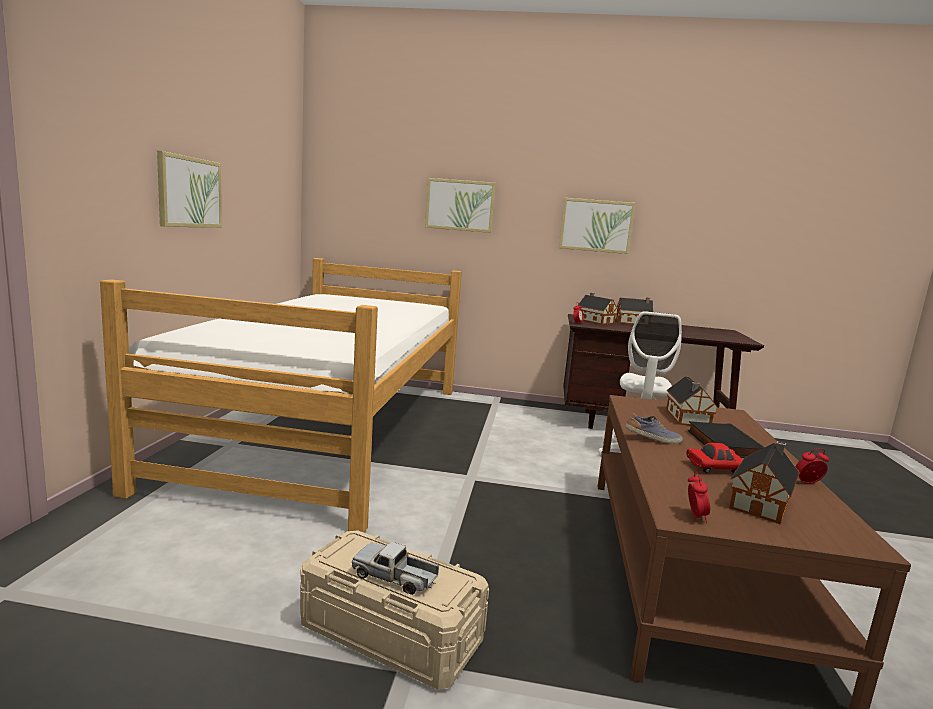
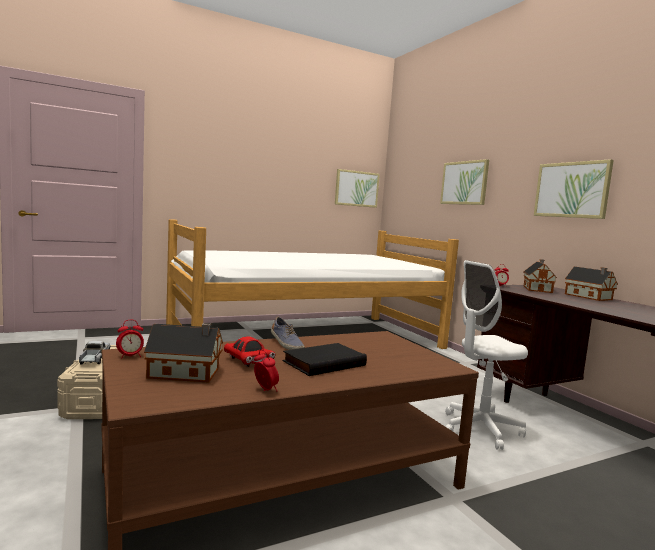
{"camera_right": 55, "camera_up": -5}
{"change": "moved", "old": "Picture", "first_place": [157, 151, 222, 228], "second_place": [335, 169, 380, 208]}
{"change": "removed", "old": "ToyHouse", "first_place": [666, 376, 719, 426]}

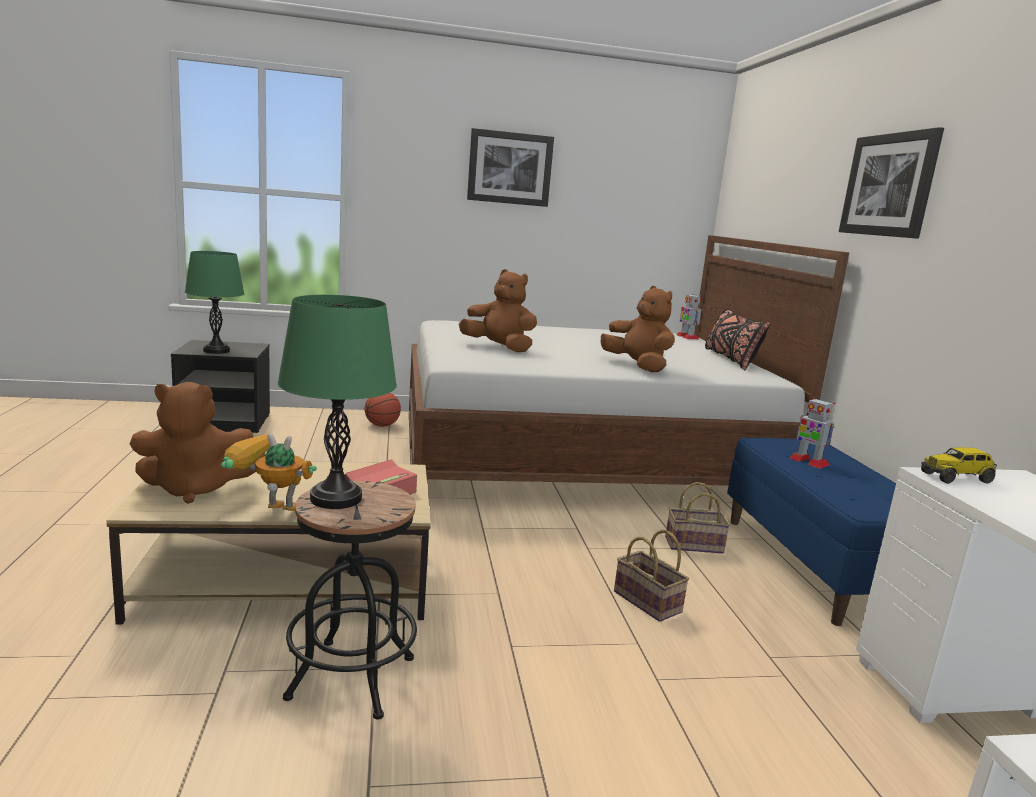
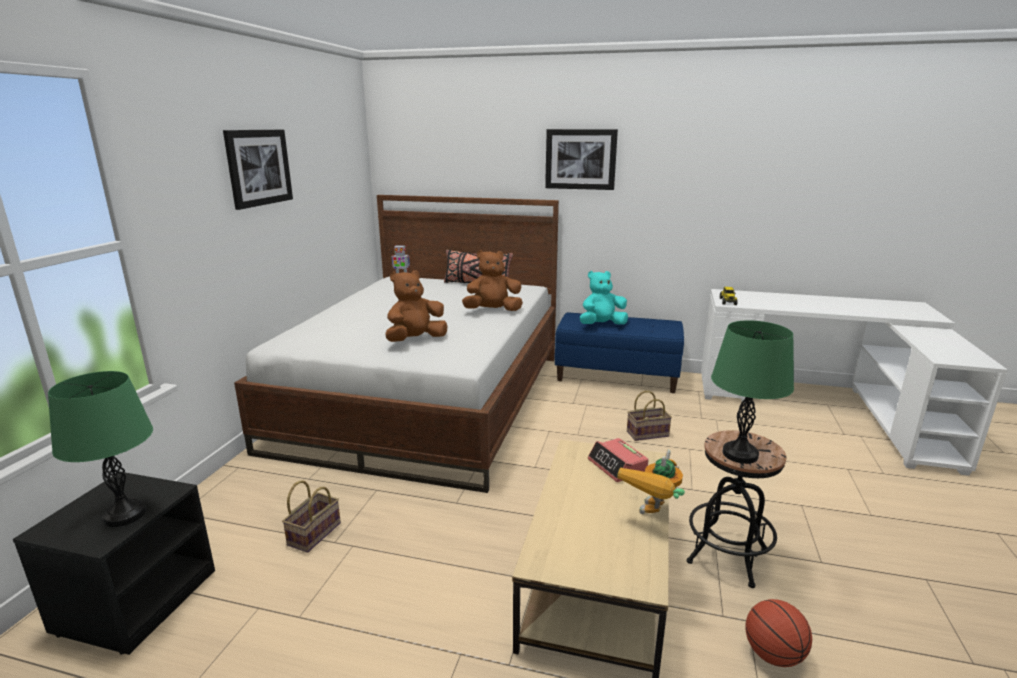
{"camera_right": -65, "camera_up": 5}
{"change": "moved", "old": "Basket", "first_place": [665, 482, 730, 554], "second_place": [282, 480, 341, 553]}
{"change": "replaced", "old": "ToyRobot", "new": "TurquoisePlushToy", "first_place": [789, 397, 835, 469], "second_place": [580, 271, 628, 325]}
{"change": "moved", "old": "Basketball", "first_place": [364, 393, 401, 427], "second_place": [745, 599, 812, 667]}
{"change": "removed", "old": "BrownPlushToy", "first_place": [129, 382, 266, 504]}

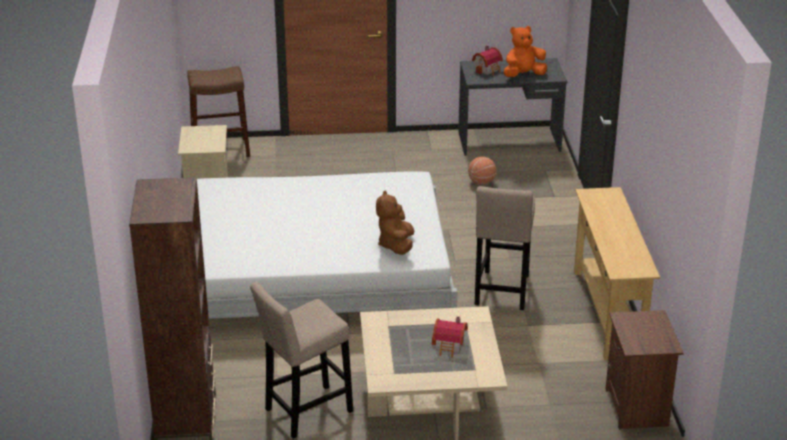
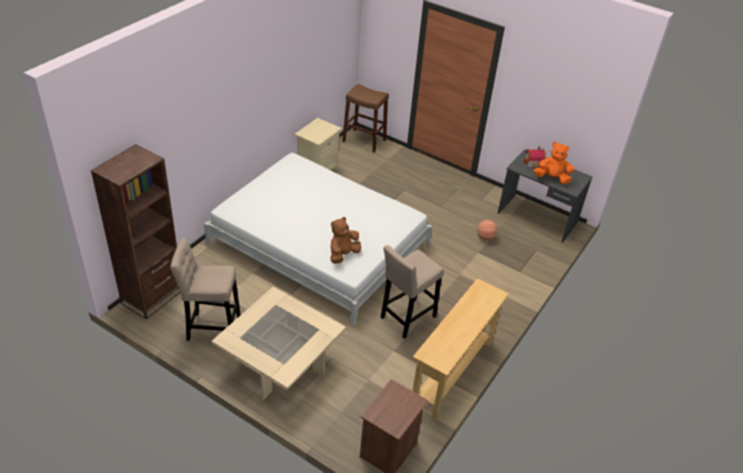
{"camera_right": 35, "camera_up": 10}
{"change": "removed", "old": "ToyHouse", "first_place": [432, 316, 468, 358]}

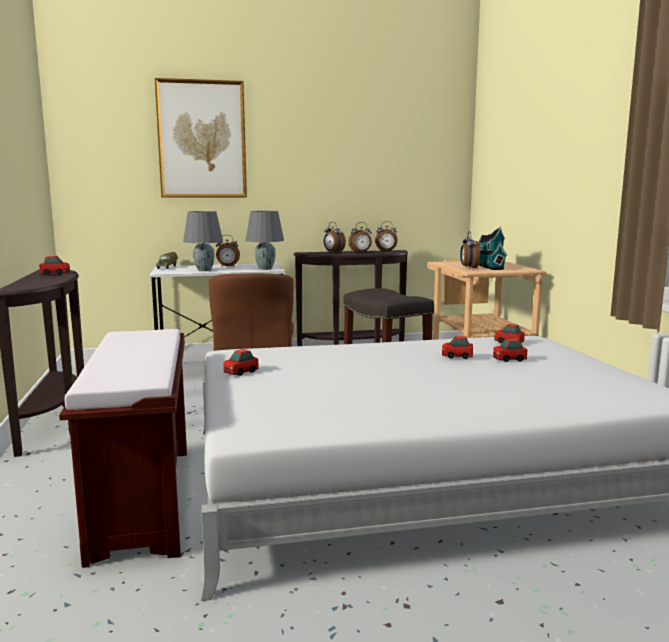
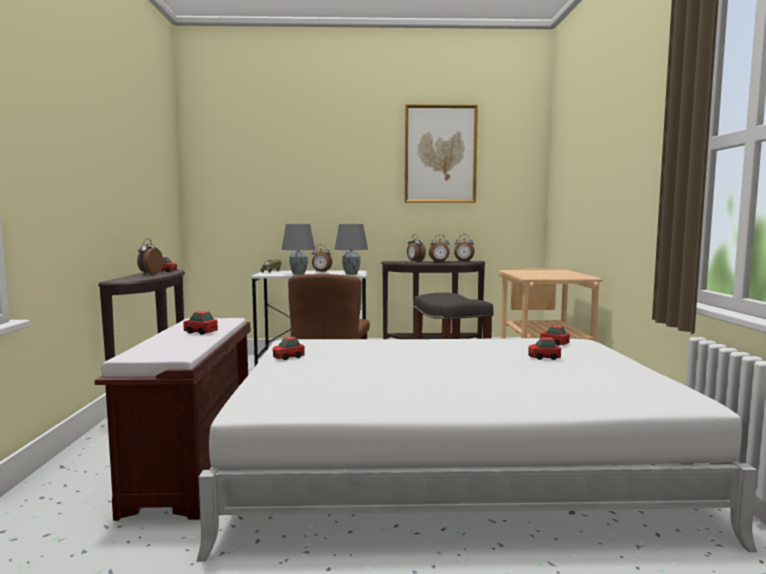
{"camera_right": 10, "camera_up": -5}
{"change": "moved", "old": "AlarmClock", "first_place": [460, 231, 480, 269], "second_place": [137, 239, 163, 274]}
{"change": "moved", "old": "ToyCar", "first_place": [442, 336, 473, 359], "second_place": [183, 311, 218, 335]}
{"change": "moved", "old": "Picture", "first_place": [155, 78, 247, 198], "second_place": [405, 104, 478, 203]}
{"change": "removed", "old": "ToyHouse", "first_place": [478, 227, 507, 270]}

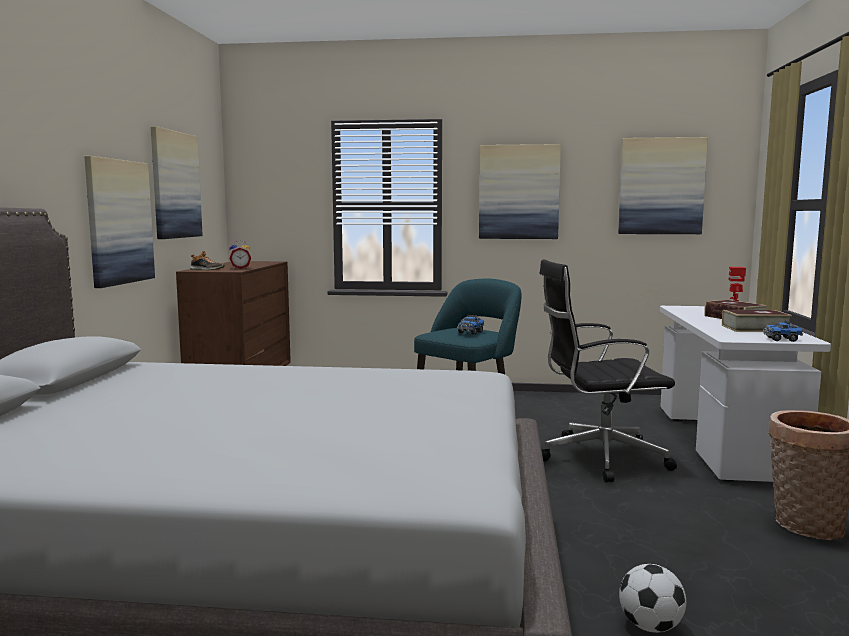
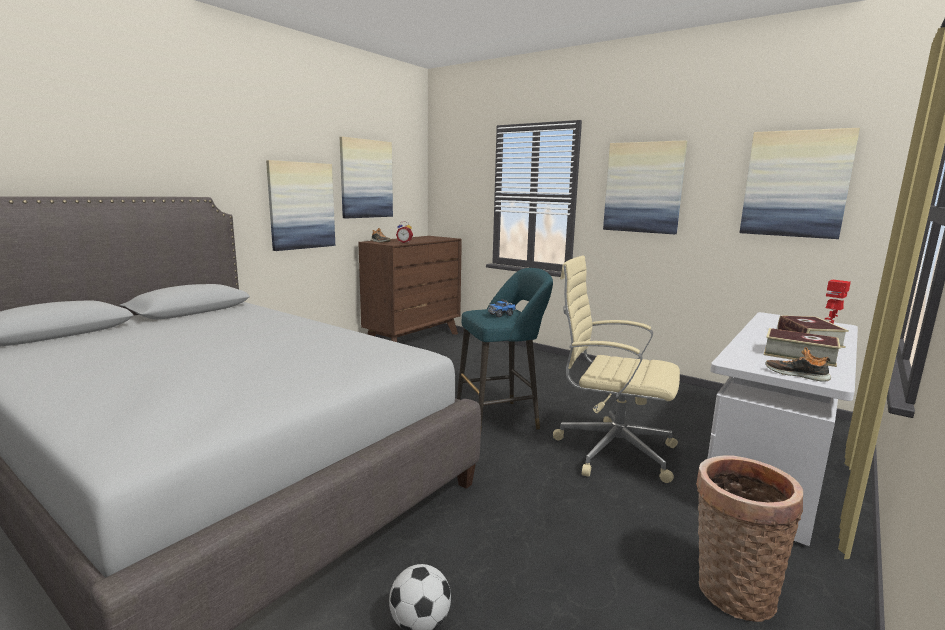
{"camera_right": 30, "camera_up": 5}
{"change": "recoloured", "old": "BlackOfficeChair", "new": "BeigeOfficeChair", "first_place": [539, 259, 677, 482], "second_place": [553, 255, 680, 483]}
{"change": "replaced", "old": "ToyTruck", "new": "Shoe", "first_place": [763, 320, 803, 342], "second_place": [765, 347, 831, 382]}

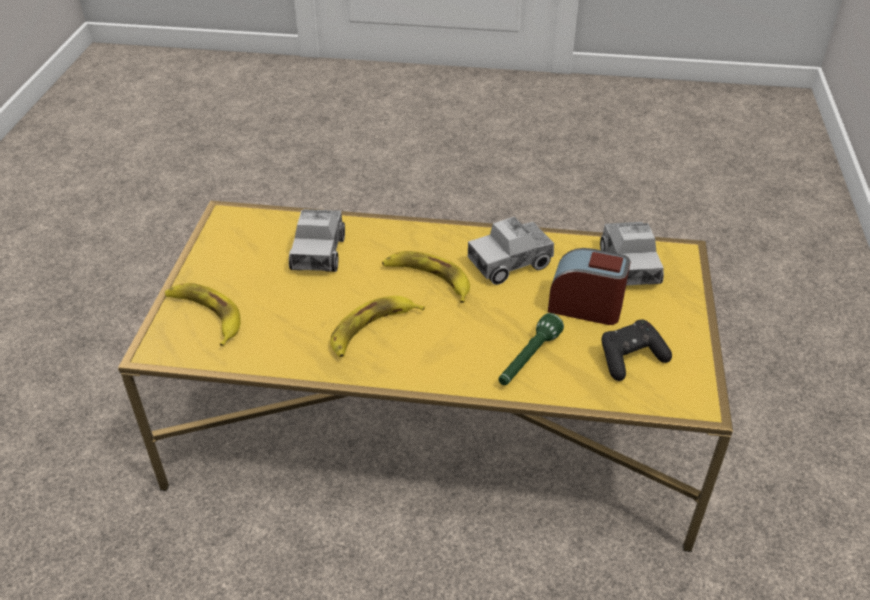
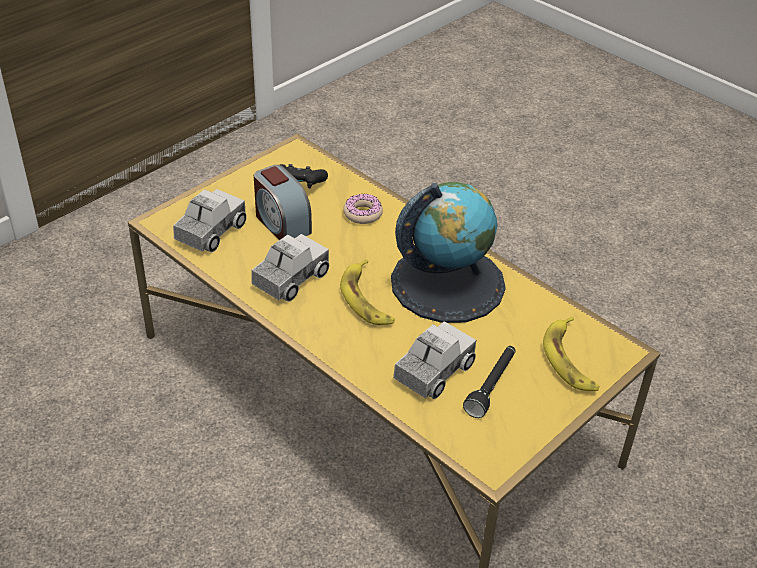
{"camera_right": -145, "camera_up": 0}
{"change": "turned", "old": "ToyTruck", "first_place": [468, 217, 554, 285], "second_place": [251, 234, 329, 302], "degrees": -60}
{"change": "replaced", "old": "GreenFlashlight", "new": "Donut", "first_place": [499, 313, 564, 385], "second_place": [343, 194, 383, 224]}
{"change": "replaced", "old": "Banana", "new": "Globe", "first_place": [330, 296, 425, 357], "second_place": [391, 182, 506, 323]}
{"change": "added", "new": "BlackFlashlight", "second_place": [463, 346, 515, 418]}

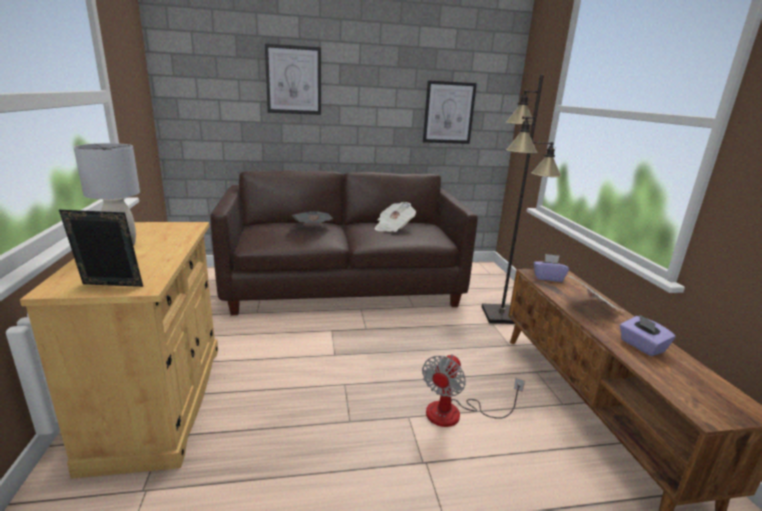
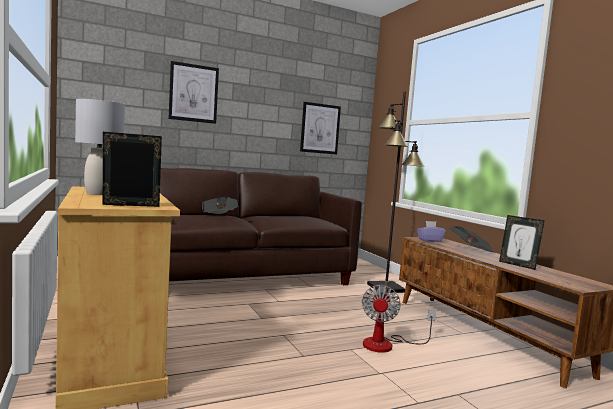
{"camera_right": -15, "camera_up": -15}
{"change": "replaced", "old": "PurpleTissueBox", "new": "PictureFrame", "first_place": [620, 314, 675, 356], "second_place": [499, 215, 545, 270]}
{"change": "removed", "old": "Newspaper", "first_place": [374, 202, 416, 232]}

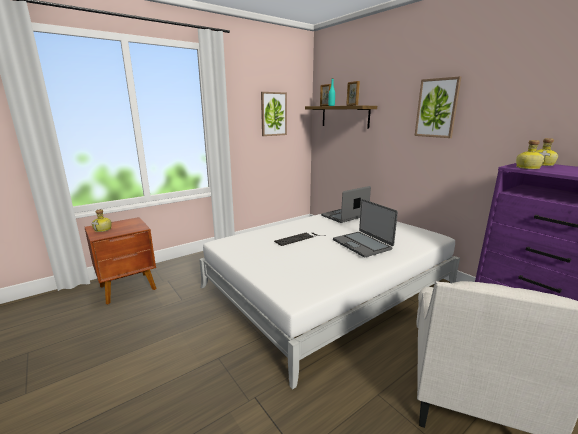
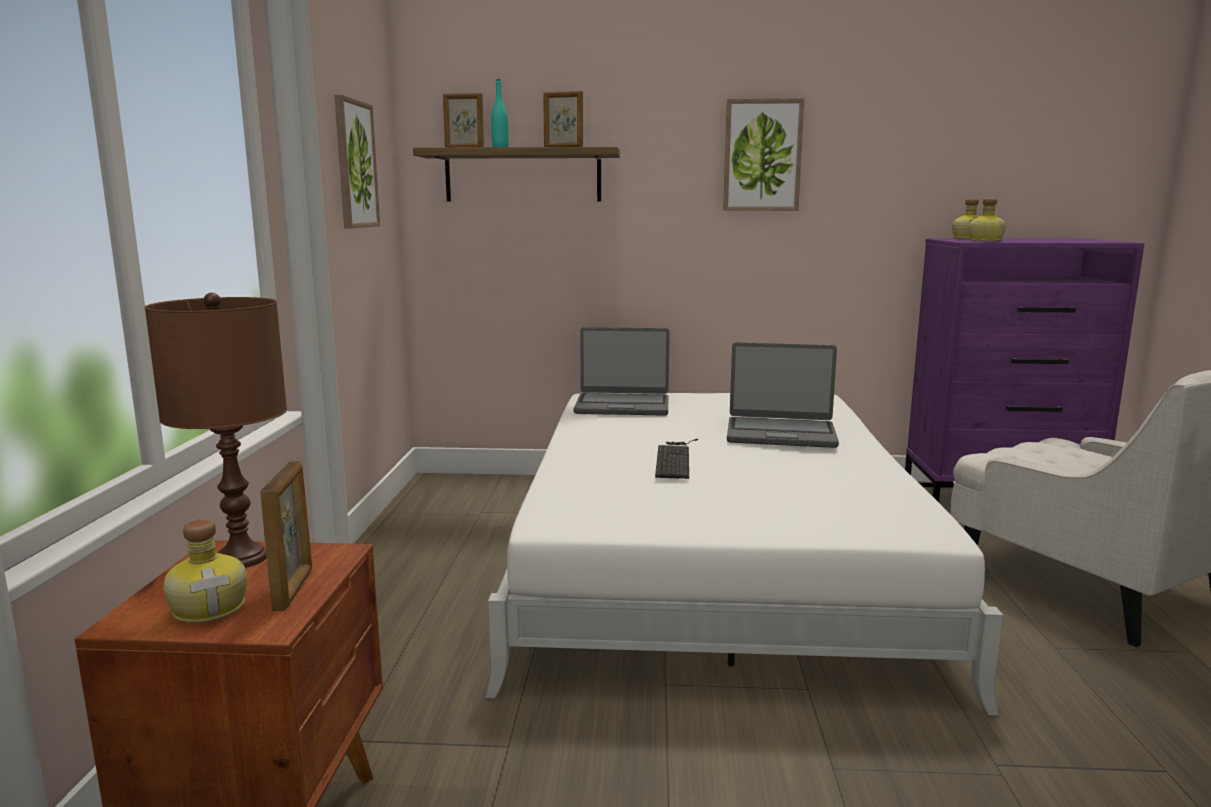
{"camera_right": -50, "camera_up": -5}
{"change": "added", "new": "BrownTableLamp", "second_place": [145, 293, 287, 568]}
{"change": "added", "new": "PictureFrame", "second_place": [260, 461, 312, 611]}
{"change": "turned", "old": "Laptop", "first_place": [321, 186, 371, 223], "second_place": [574, 327, 670, 416], "degrees": -90}

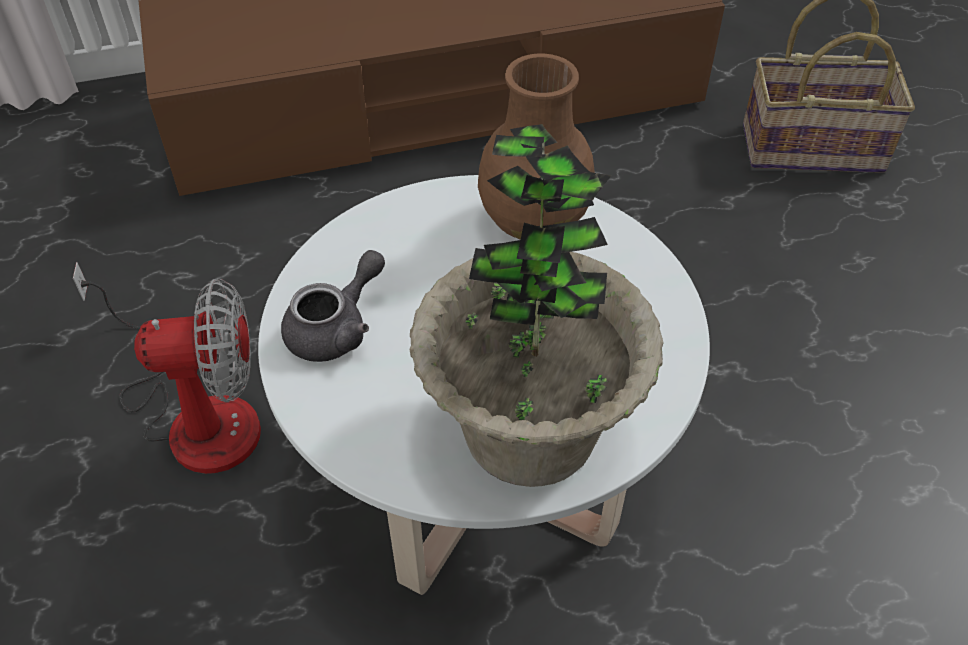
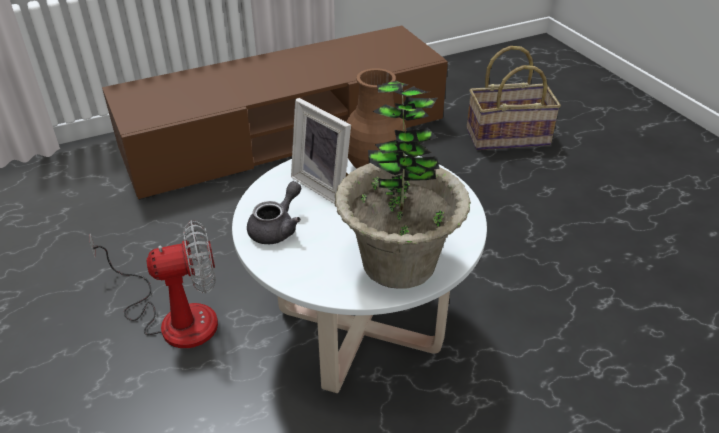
{"camera_right": -10, "camera_up": -10}
{"change": "added", "new": "PictureFrame", "second_place": [291, 98, 351, 204]}

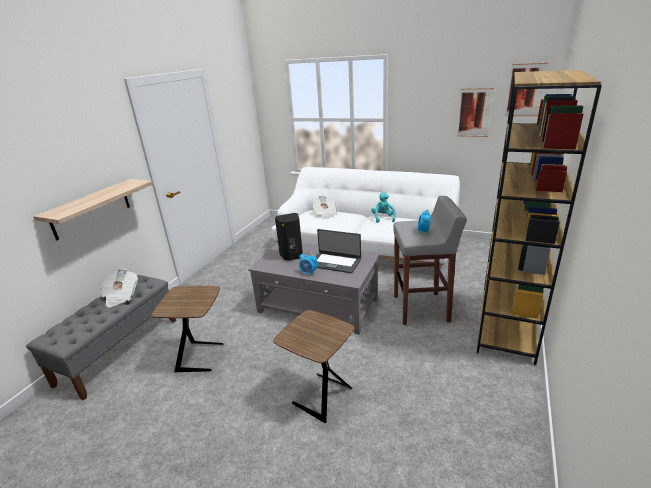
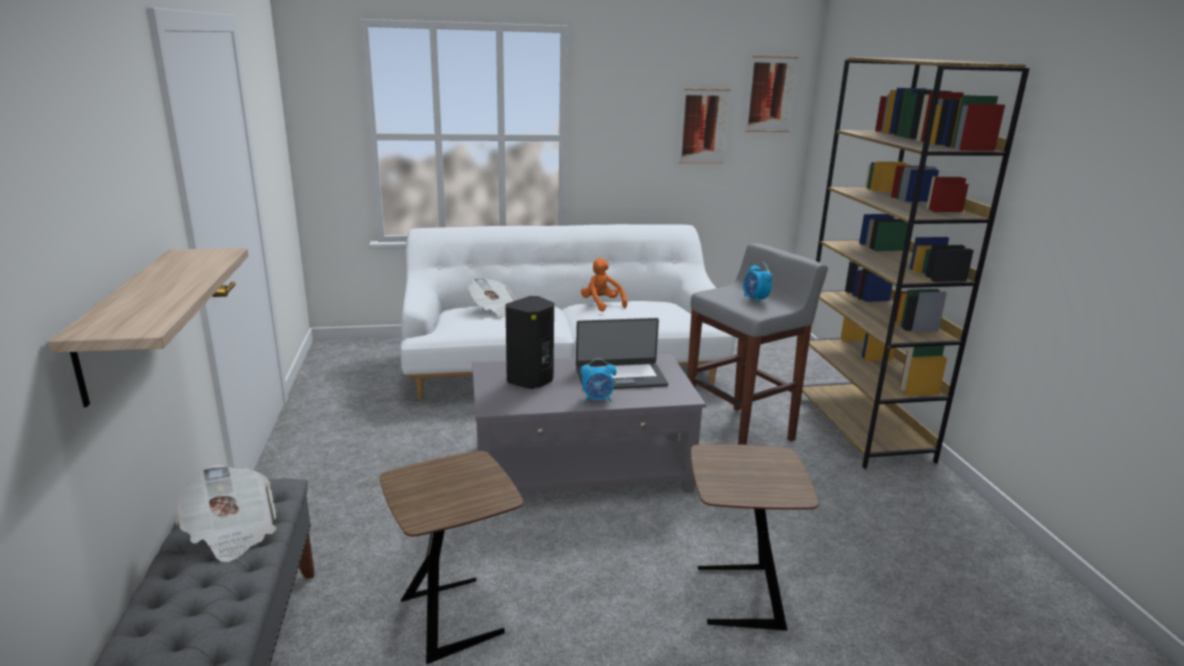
{"camera_right": -35, "camera_up": -5}
{"change": "recoloured", "old": "TurquoisePlushToy", "new": "OrangePlushToy", "first_place": [371, 192, 396, 223], "second_place": [581, 258, 627, 312]}

